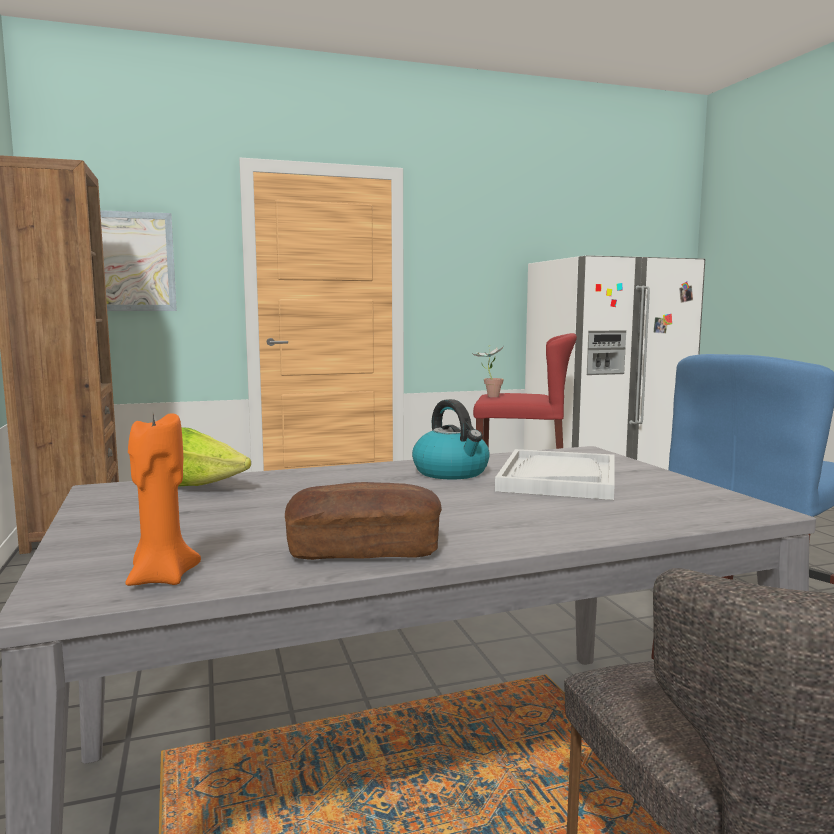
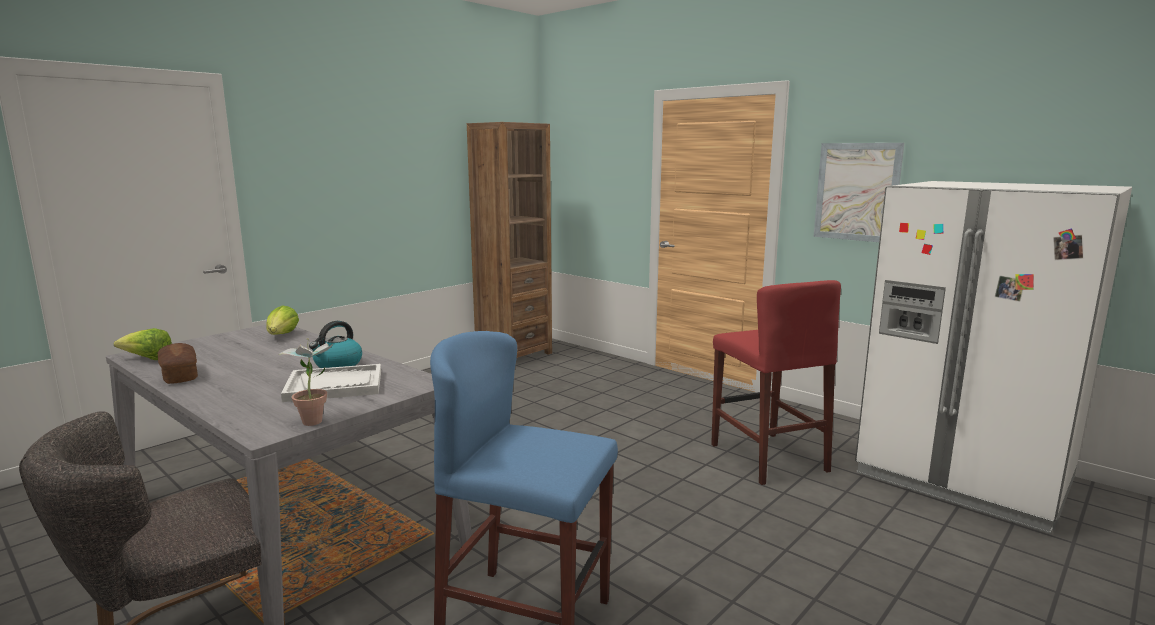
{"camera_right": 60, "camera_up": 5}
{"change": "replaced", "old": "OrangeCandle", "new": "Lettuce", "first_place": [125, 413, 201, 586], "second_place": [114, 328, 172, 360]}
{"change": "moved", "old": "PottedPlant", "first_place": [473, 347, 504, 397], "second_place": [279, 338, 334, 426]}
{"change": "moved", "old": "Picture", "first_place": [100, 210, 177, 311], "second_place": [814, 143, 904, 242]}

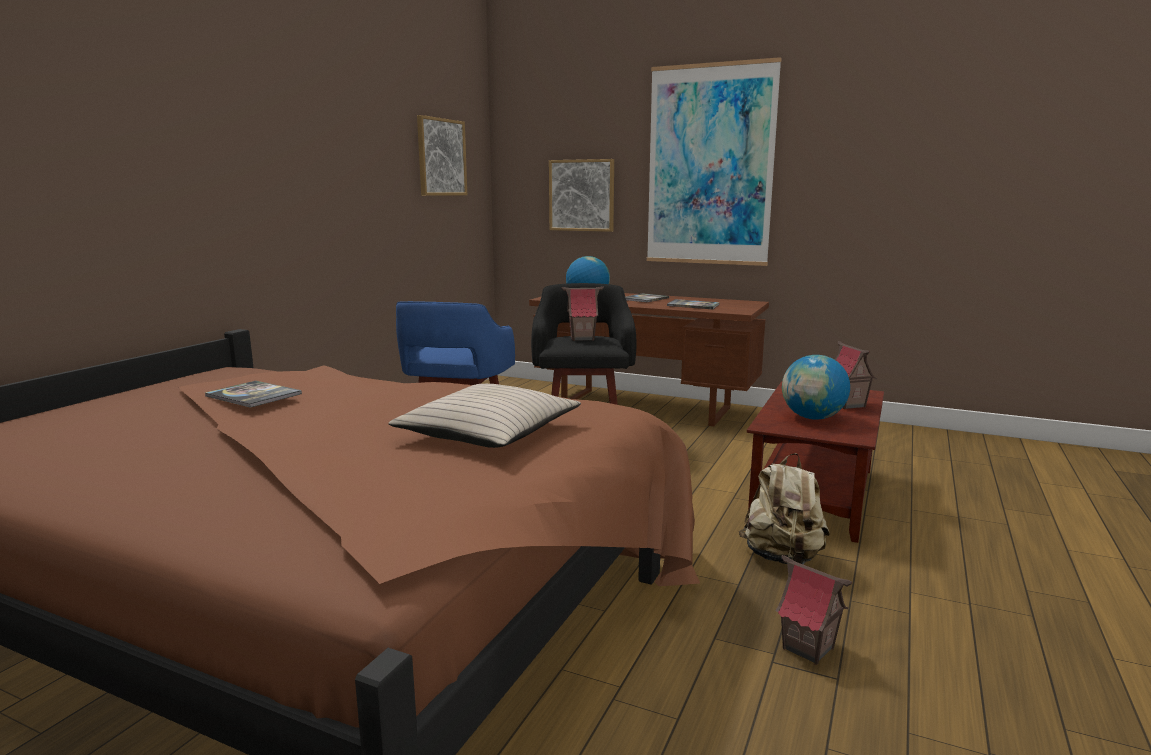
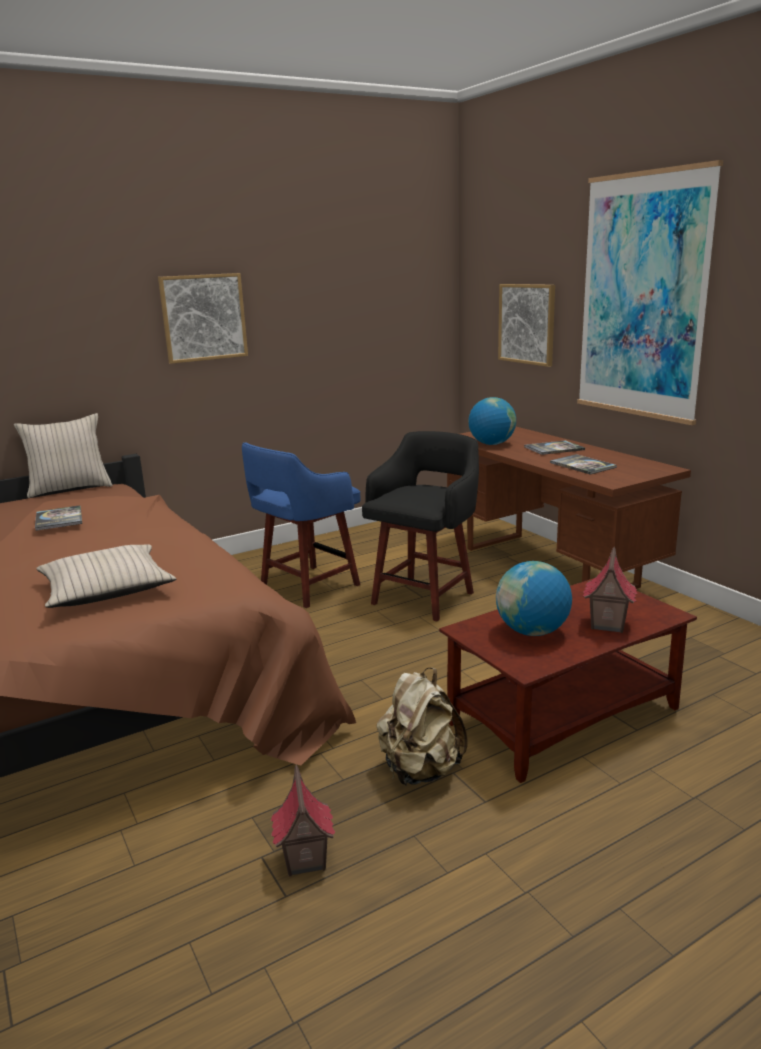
{"camera_right": 35, "camera_up": 5}
{"change": "added", "new": "BeigePillow", "second_place": [14, 413, 113, 498]}
{"change": "moved", "old": "Picture", "first_place": [417, 115, 467, 196], "second_place": [158, 273, 248, 364]}
{"change": "removed", "old": "ToyHouse", "first_place": [561, 286, 604, 341]}

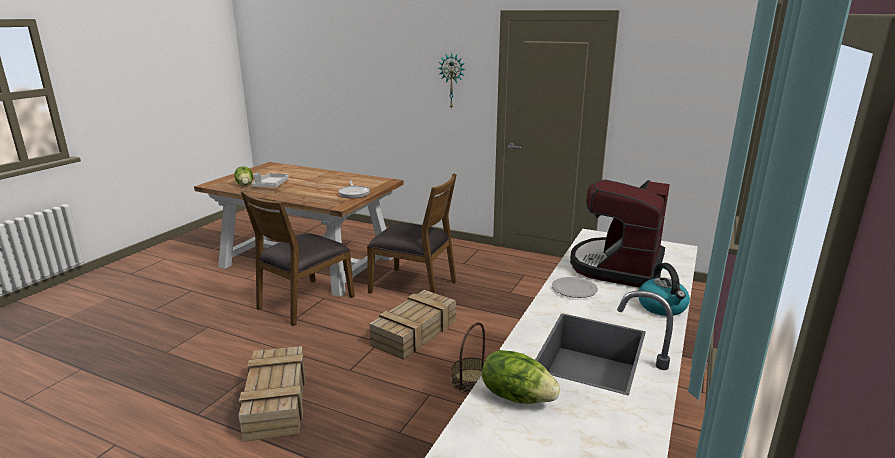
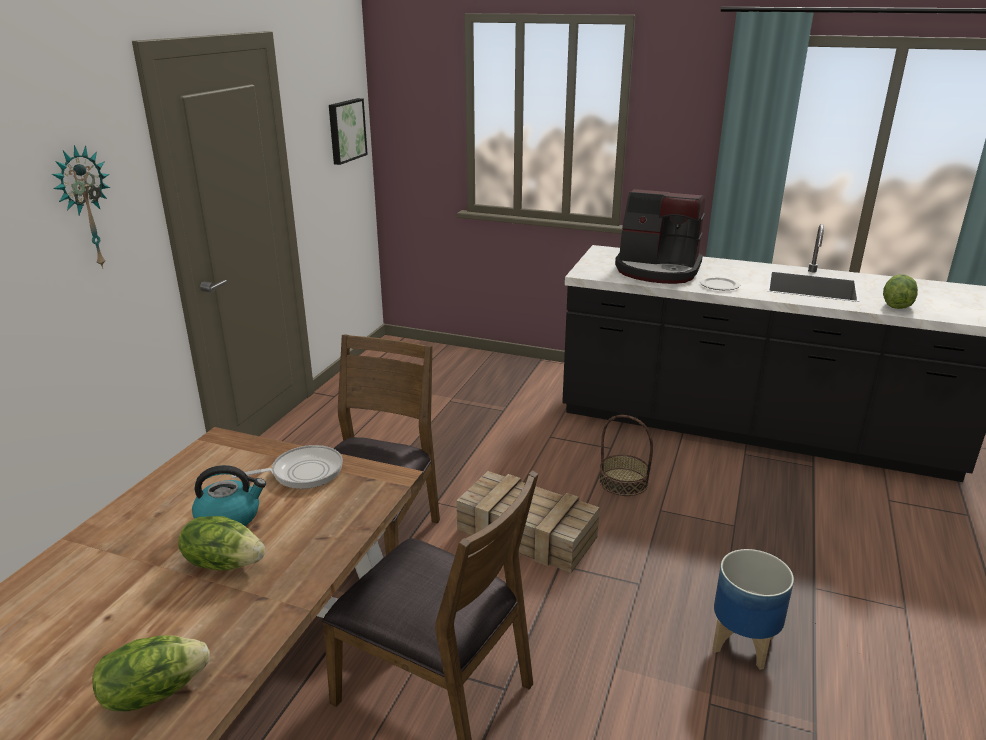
{"camera_right": -95, "camera_up": 5}
{"change": "added", "new": "Lettuce", "second_place": [178, 516, 265, 571]}
{"change": "moved", "old": "Kettle", "first_place": [639, 263, 690, 316], "second_place": [192, 465, 266, 526]}
{"change": "added", "new": "Picture", "second_place": [329, 98, 368, 165]}
{"change": "replaced", "old": "Crate", "new": "Planter", "first_place": [238, 346, 306, 442], "second_place": [712, 549, 794, 670]}
{"change": "removed", "old": "GreyTray", "first_place": [252, 172, 289, 187]}

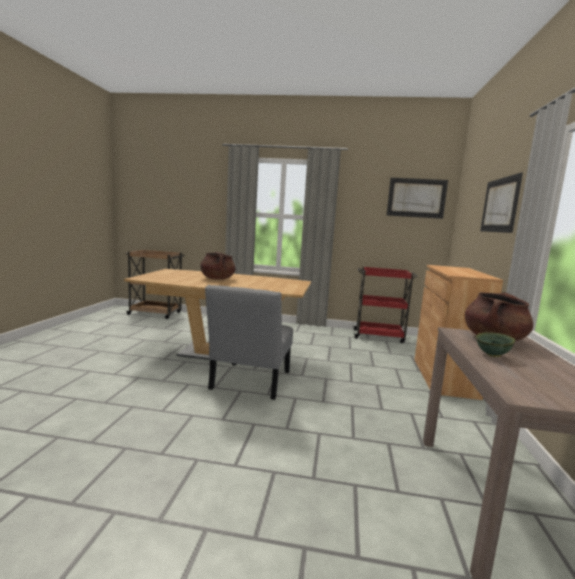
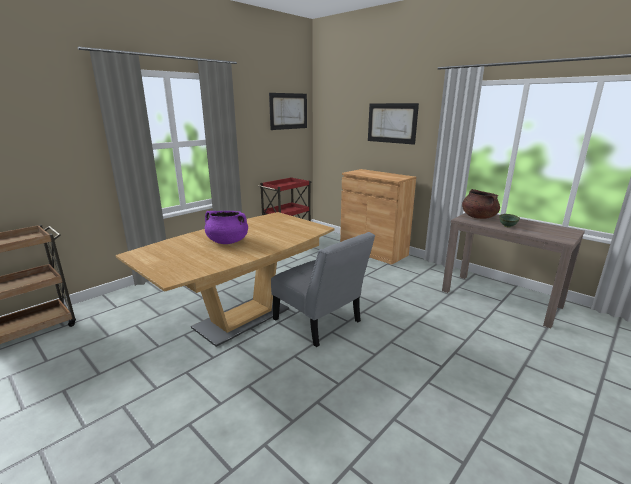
{"camera_right": -55, "camera_up": 10}
{"change": "recoloured", "old": "BrownCookingPot", "new": "PurpleCookingPot", "first_place": [200, 252, 236, 280], "second_place": [205, 211, 248, 244]}

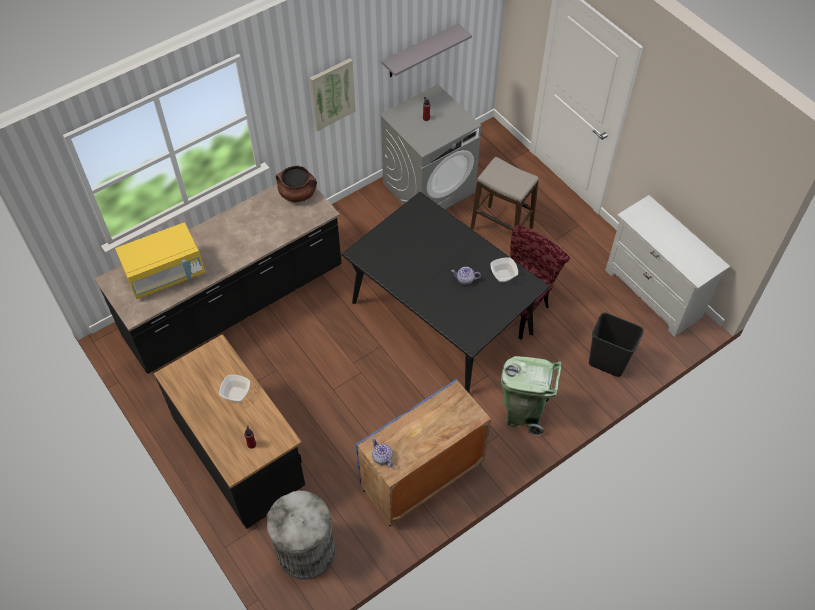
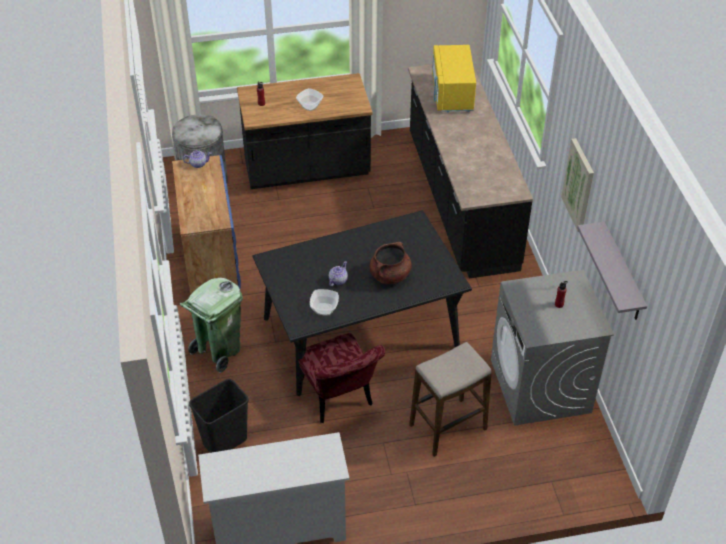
{"camera_right": 115, "camera_up": -10}
{"change": "moved", "old": "BrownCookingPot", "first_place": [276, 166, 317, 202], "second_place": [370, 242, 412, 284]}

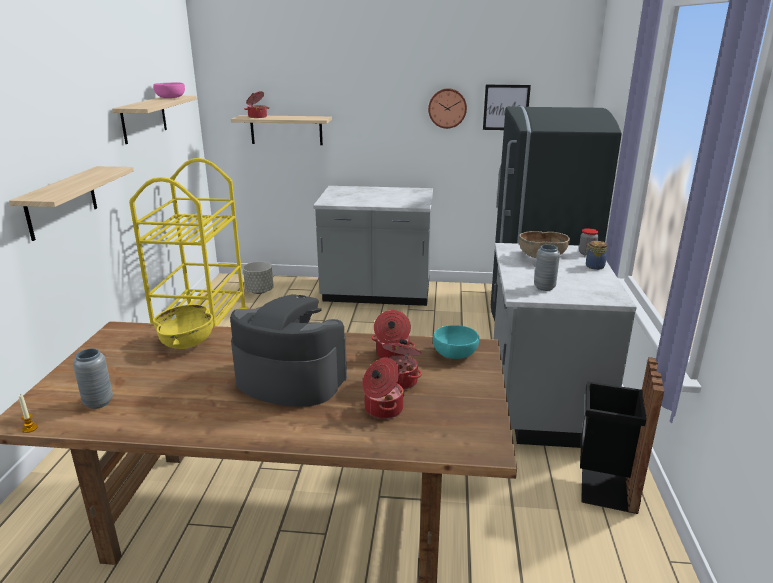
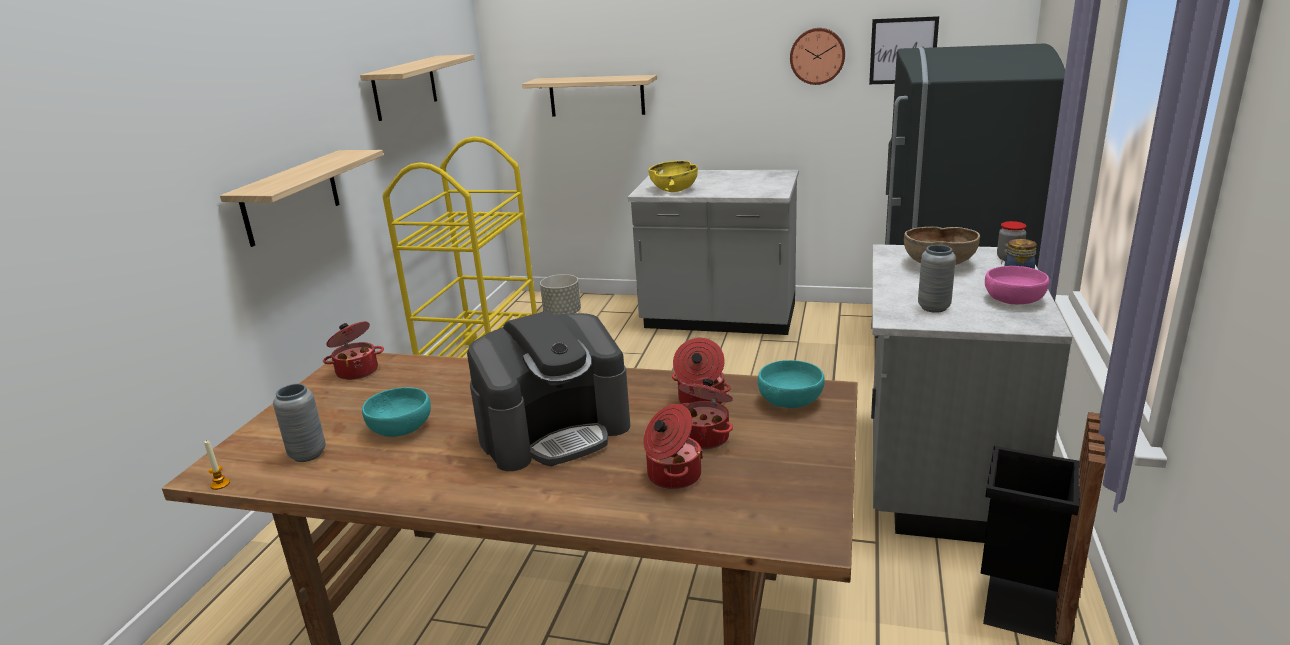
{"camera_right": 10, "camera_up": 0}
{"change": "moved", "old": "CookingPot", "first_place": [244, 91, 270, 118], "second_place": [323, 322, 384, 380]}
{"change": "added", "new": "TurquoiseBowl", "second_place": [362, 387, 431, 437]}
{"change": "turned", "old": "CoffeeMachine", "first_place": [230, 294, 347, 406], "second_place": [467, 311, 630, 471], "degrees": 120}
{"change": "moved", "old": "YellowBowl", "first_place": [153, 304, 213, 349], "second_place": [648, 161, 698, 192]}
{"change": "moved", "old": "PinkBowl", "first_place": [153, 82, 185, 98], "second_place": [985, 266, 1049, 304]}

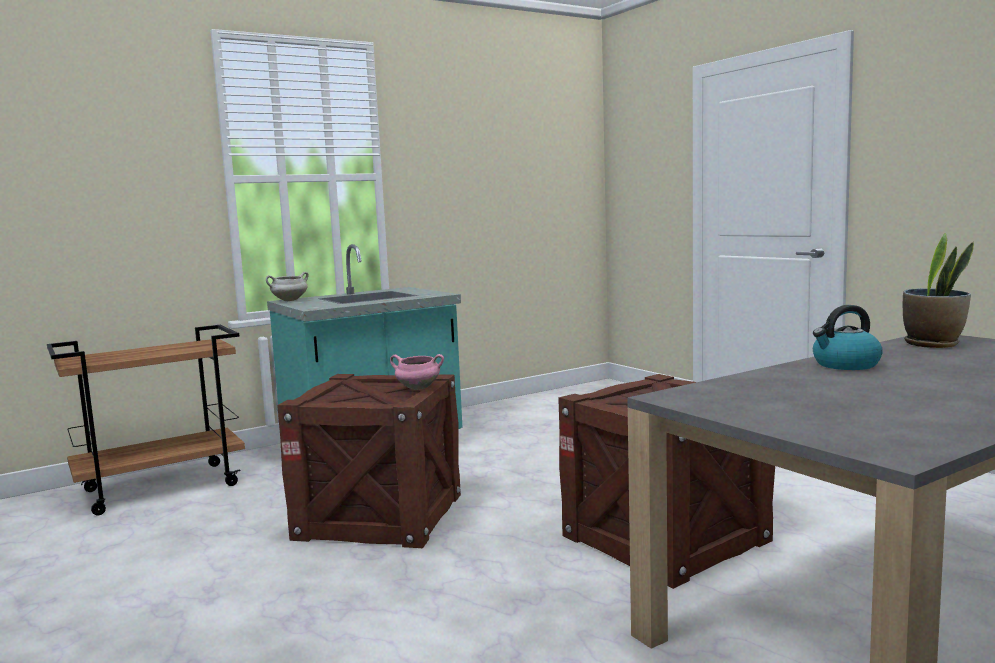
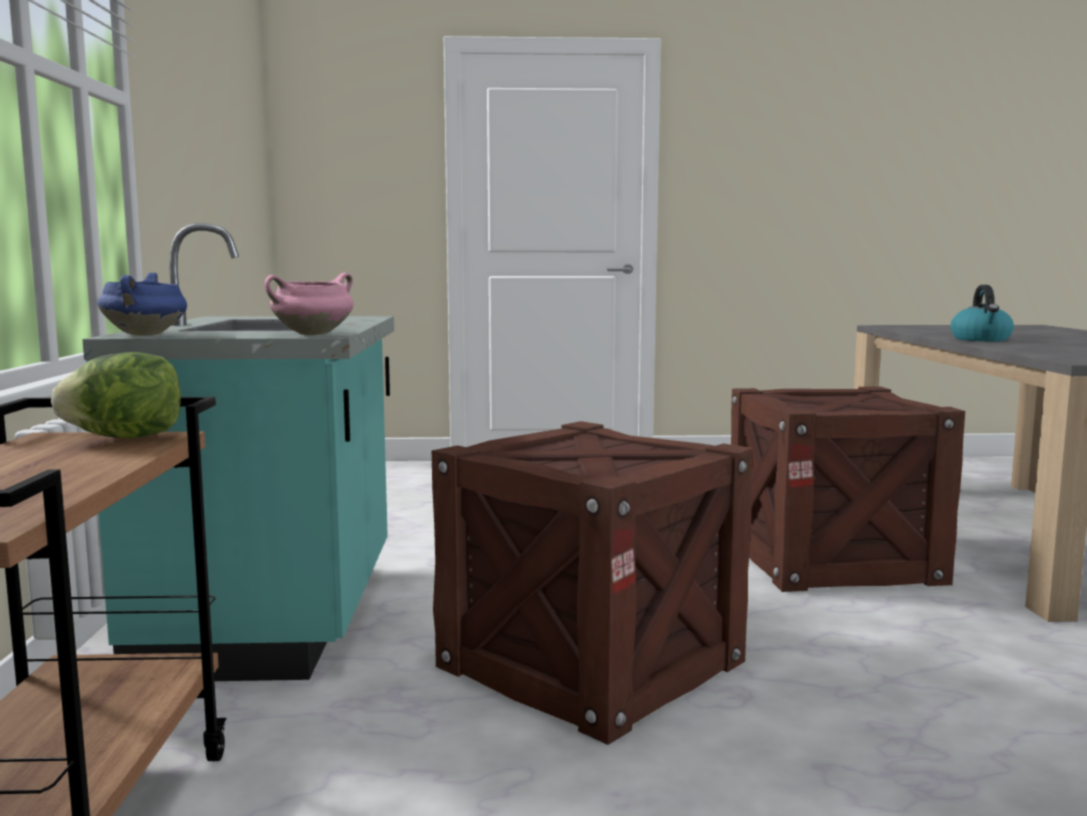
{"camera_right": -60, "camera_up": 0}
{"change": "added", "new": "Lettuce", "second_place": [51, 352, 181, 438]}
{"change": "recoloured", "old": "WhiteCookingPot", "new": "BlueCookingPot", "first_place": [266, 272, 309, 301], "second_place": [98, 273, 187, 336]}
{"change": "moved", "old": "PinkCookingPot", "first_place": [390, 354, 444, 390], "second_place": [265, 273, 354, 336]}
{"change": "removed", "old": "PottedPlant", "first_place": [903, 233, 974, 348]}

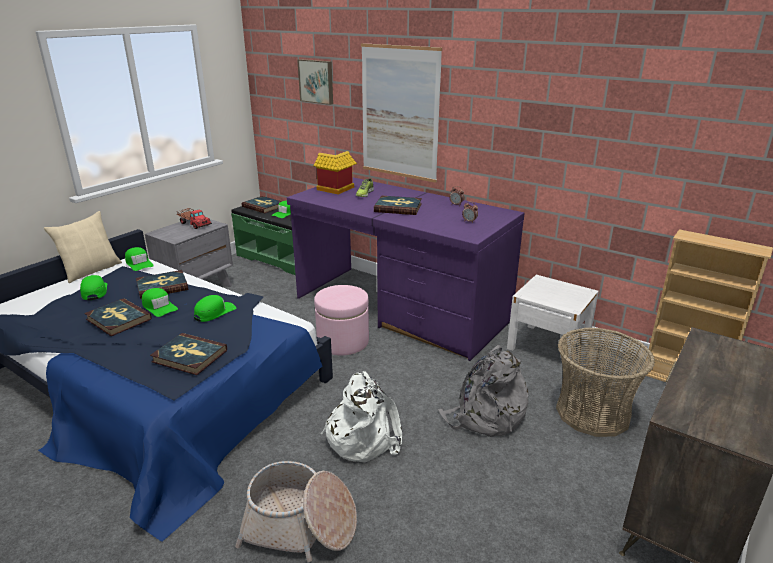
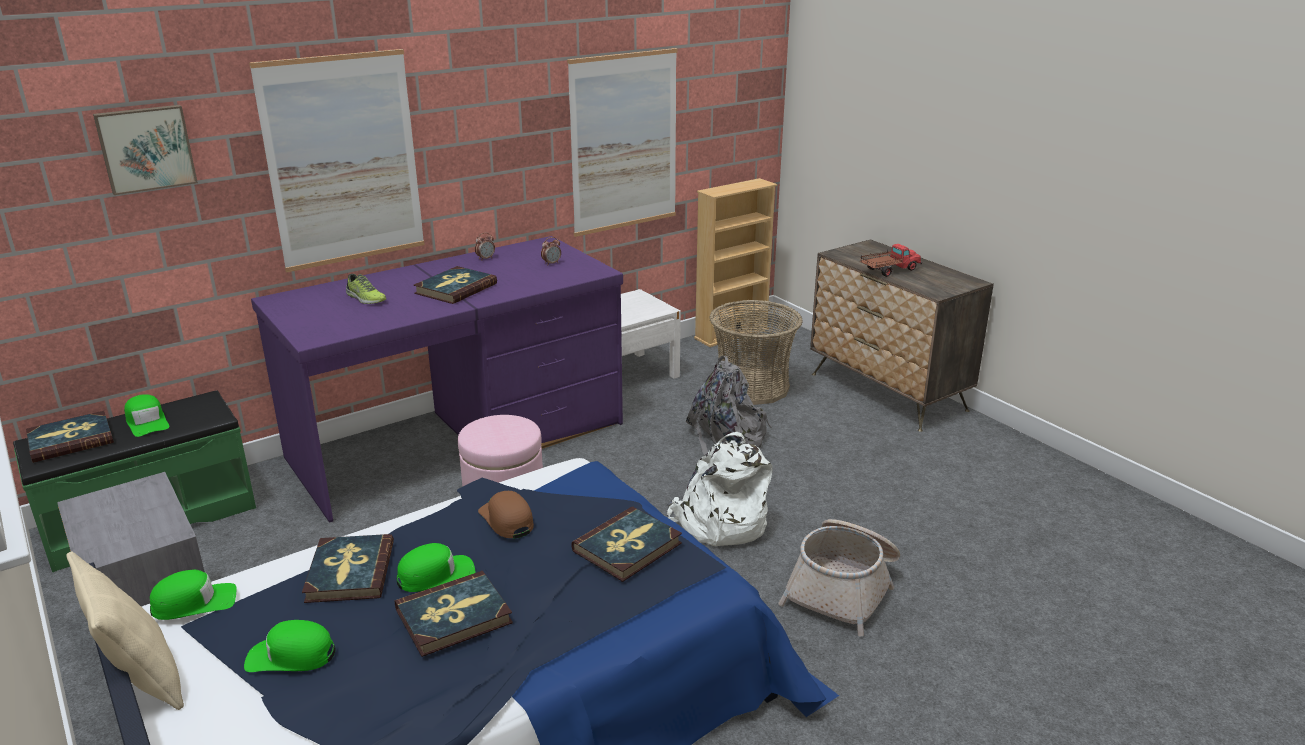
{"camera_right": -70, "camera_up": 0}
{"change": "recoloured", "old": "GreenCap", "new": "BrownCap", "first_place": [194, 295, 236, 322], "second_place": [478, 491, 534, 539]}
{"change": "added", "new": "Picture", "second_place": [567, 48, 678, 237]}
{"change": "moved", "old": "ToyTruck", "first_place": [176, 208, 212, 229], "second_place": [860, 244, 922, 277]}
{"change": "removed", "old": "ToyHouse", "first_place": [313, 151, 357, 195]}

